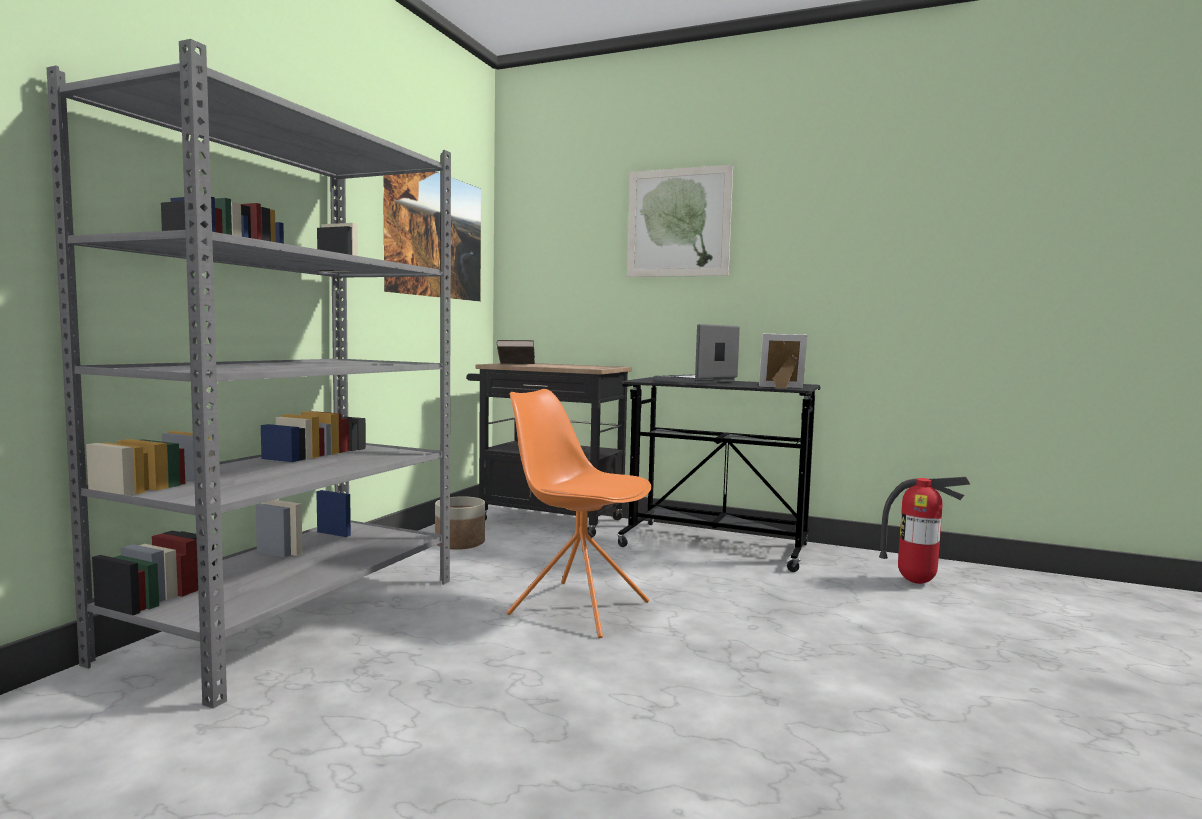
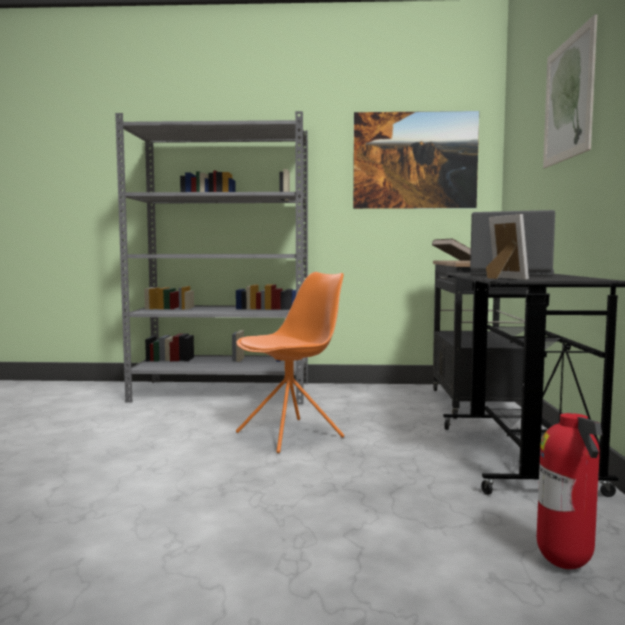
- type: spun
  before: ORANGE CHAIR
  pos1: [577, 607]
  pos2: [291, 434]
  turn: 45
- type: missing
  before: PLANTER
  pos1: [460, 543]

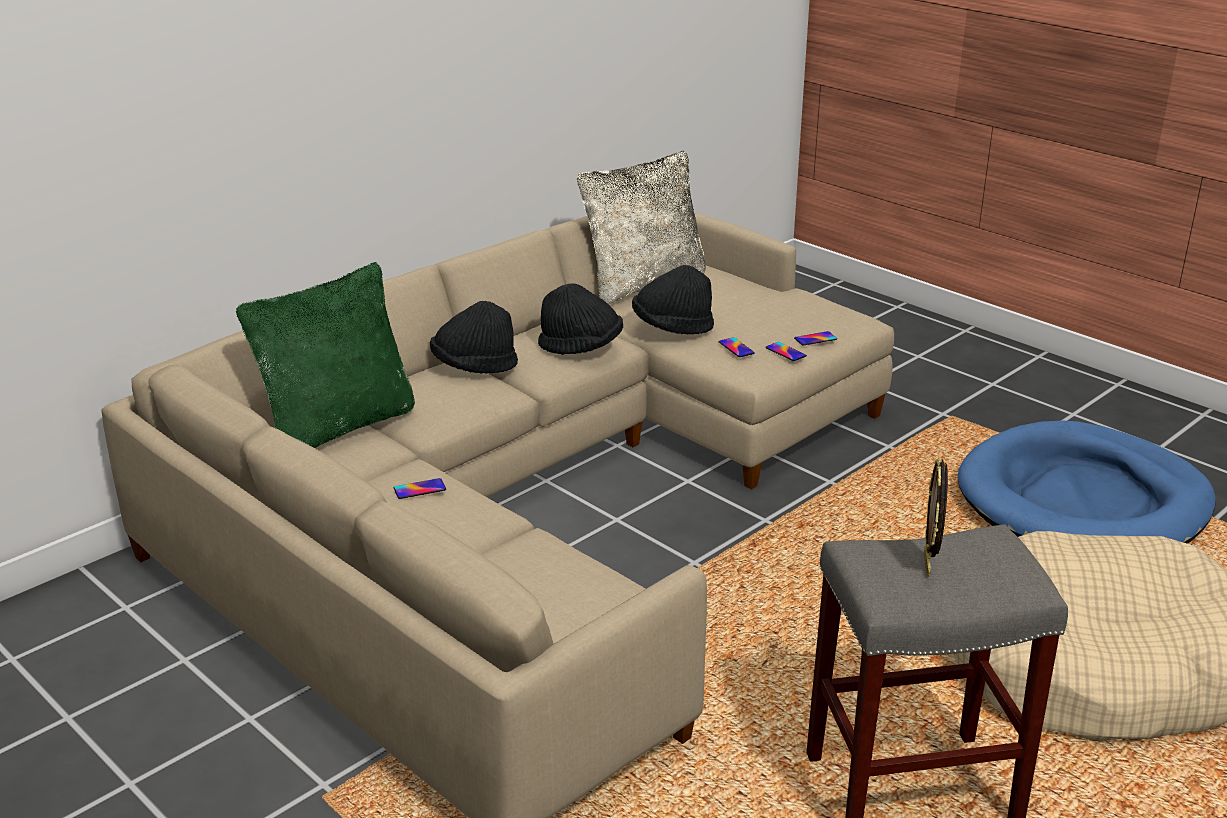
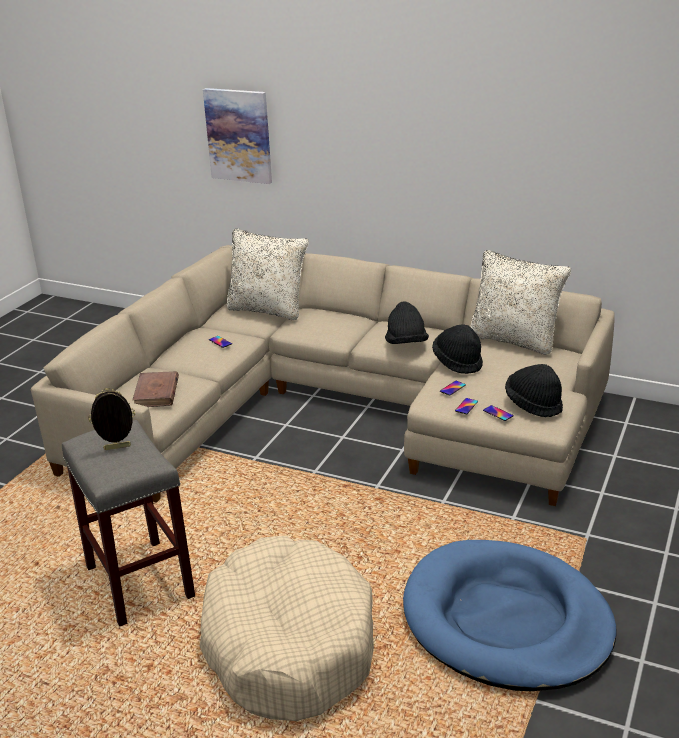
- type: appeared
  after: BROWN BOOK
  pos2: [156, 393]
- type: appeared
  after: PICTURE
  pos2: [239, 135]
- type: colour
  before: GREEN PILLOW
  after: BEIGE PILLOW
  pos1: [341, 429]
  pos2: [268, 312]
- type: relocated
  before: BLACK HAT
  pos1: [474, 367]
  pos2: [533, 404]

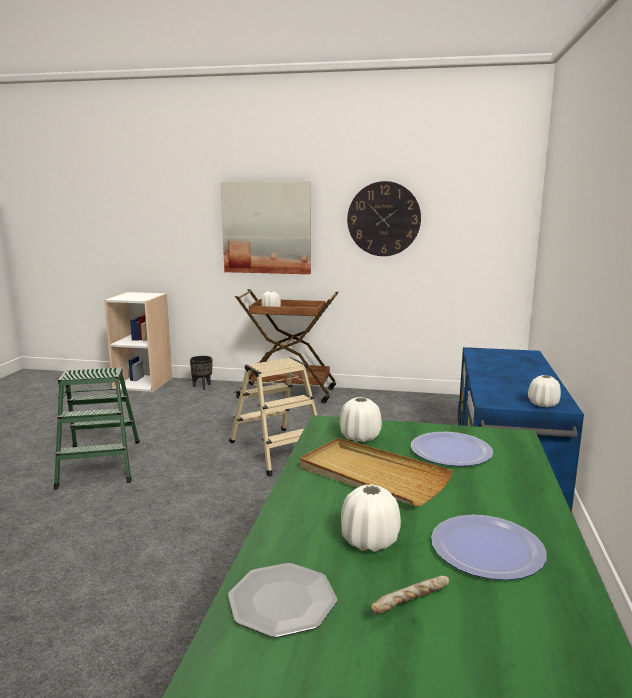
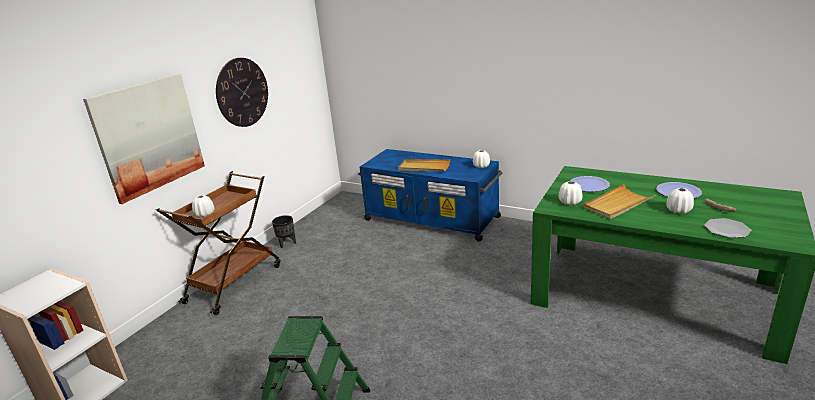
- type: relocated
  before: BLACK PLANTER
  pos1: [202, 386]
  pos2: [287, 243]
- type: appeared
  after: BEIGE TRAY
  pos2: [424, 167]
- type: missing
  before: BEIGE STEP LADDER
  pos1: [277, 450]

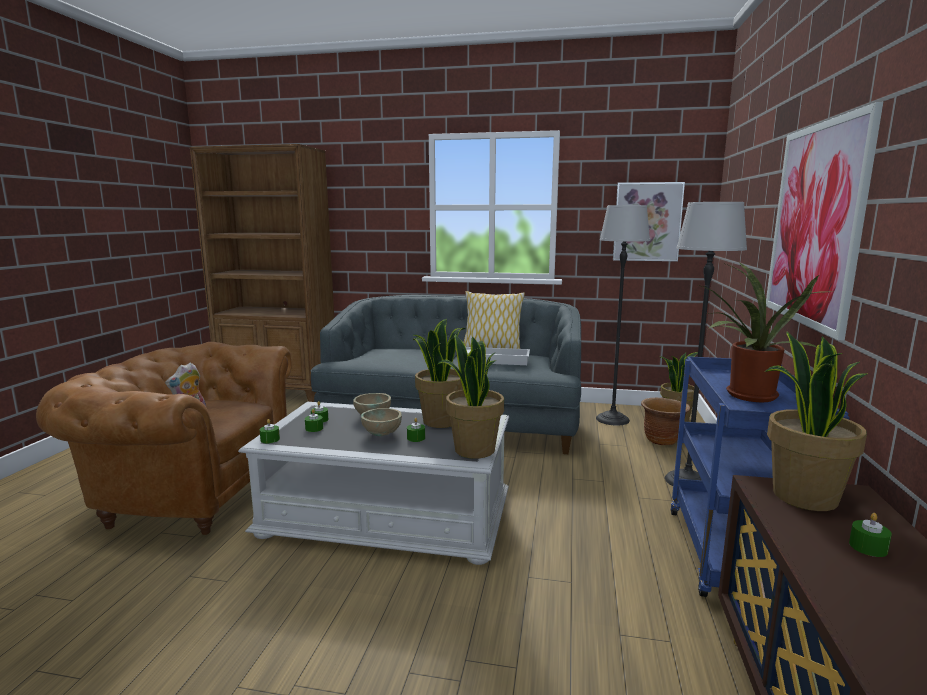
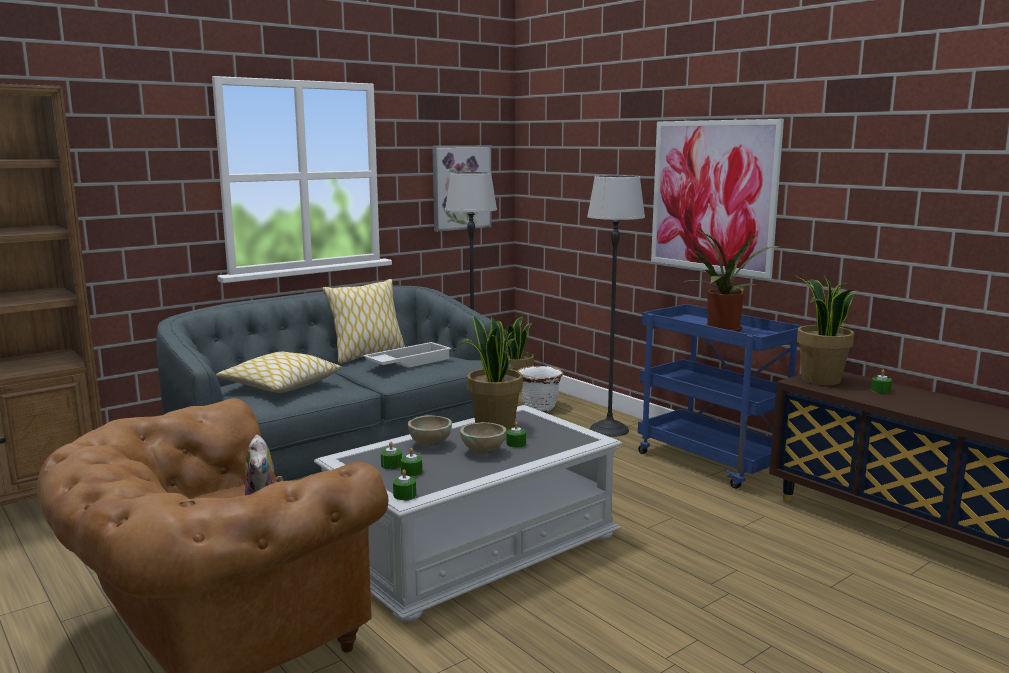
- type: appeared
  after: PILLOW
  pos2: [280, 385]
- type: colour
  before: BROWN PLANTER
  after: WHITE PLANTER
  pos1: [661, 440]
  pos2: [539, 408]
- type: missing
  before: POTTED PLANT
  pos1: [473, 450]

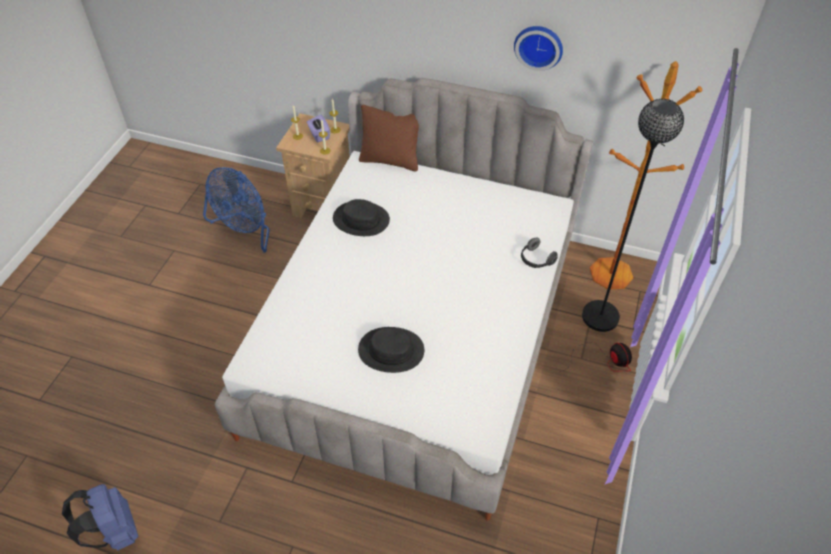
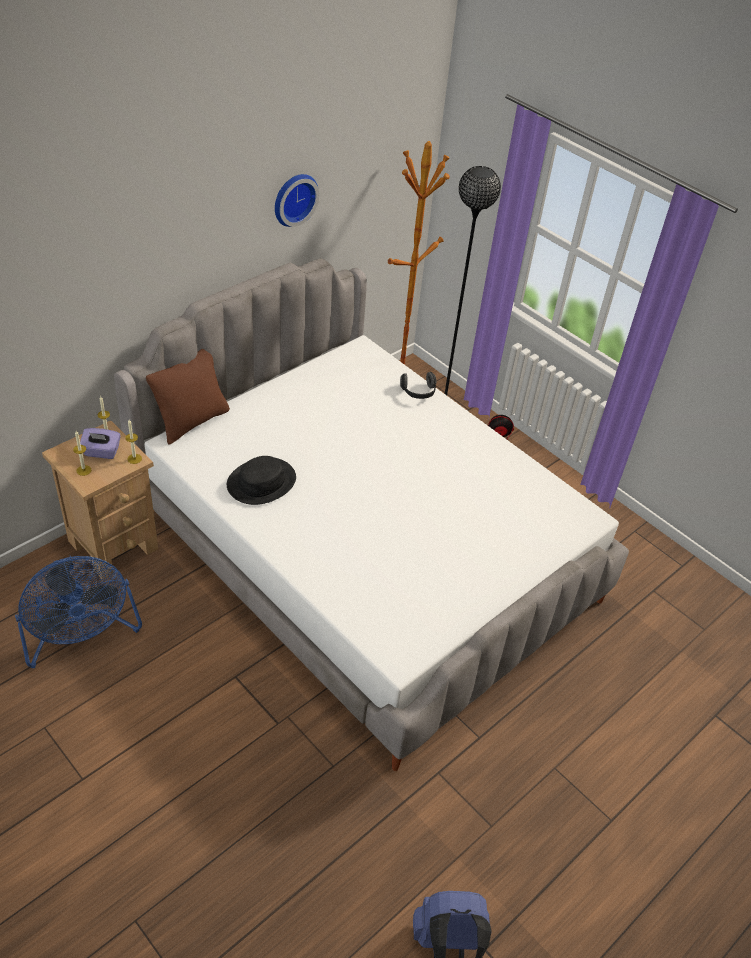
- type: missing
  before: BLACK HAT
  pos1: [391, 351]

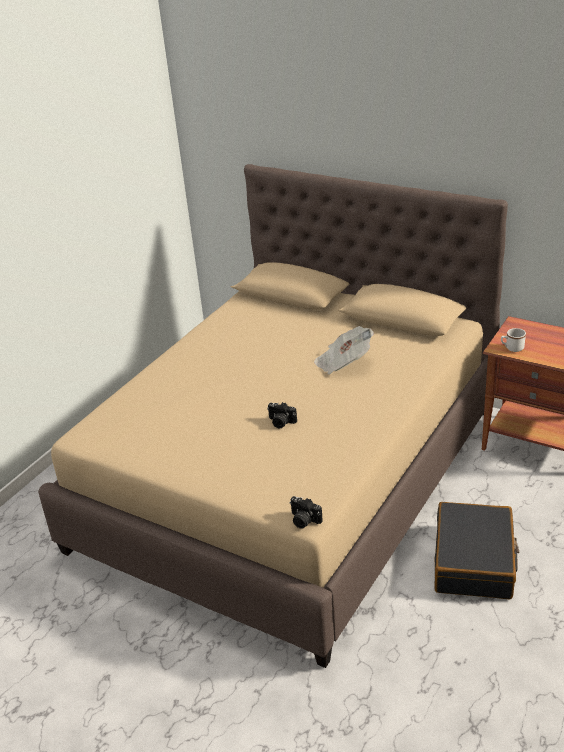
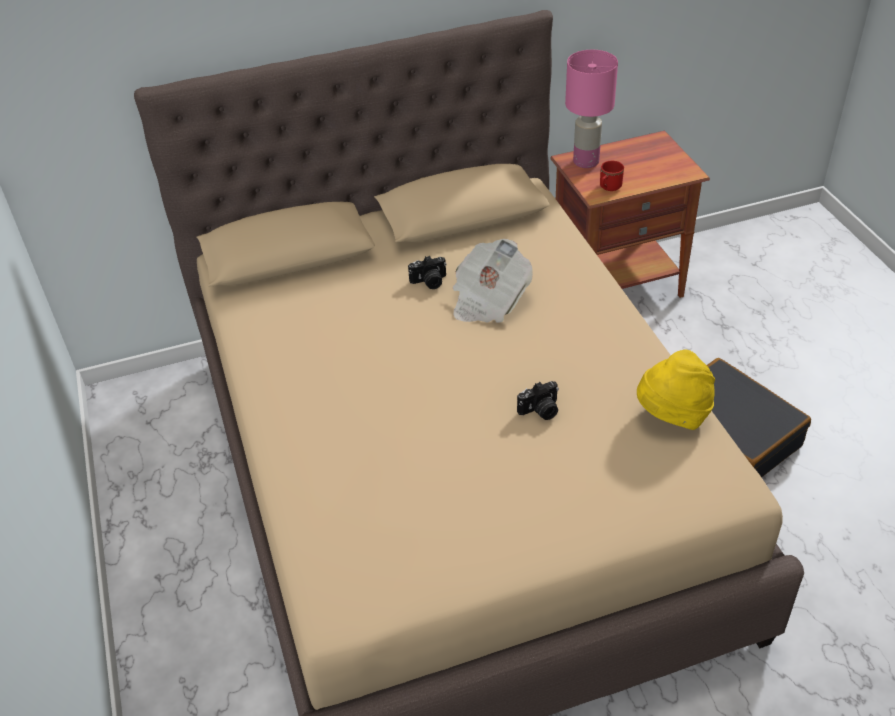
- type: relocated
  before: PHOTO CAMERA
  pos1: [303, 520]
  pos2: [429, 282]
- type: appeared
  after: PINK TABLE LAMP
  pos2: [586, 161]
- type: colour
  before: WHITE MUG
  after: RED MUG
  pos1: [512, 348]
  pos2: [608, 187]
- type: appeared
  after: YELLOW HAT
  pos2: [672, 415]

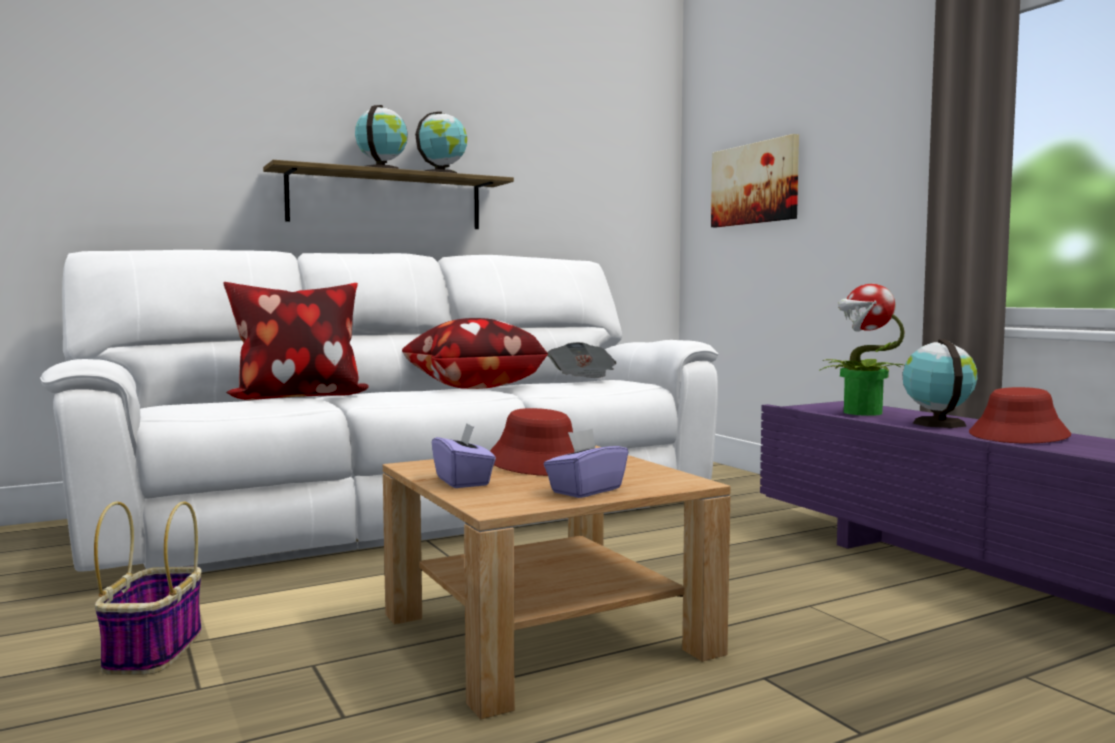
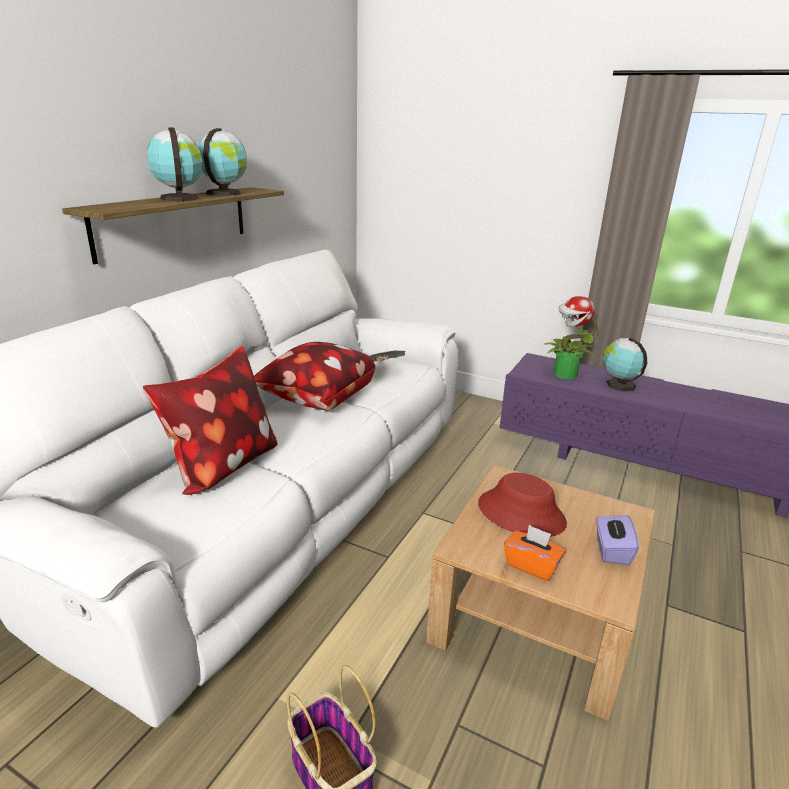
- type: colour
  before: PURPLE TISSUE BOX
  after: ORANGE TISSUE BOX
  pos1: [463, 481]
  pos2: [531, 565]
- type: missing
  before: PICTURE
  pos1: [755, 184]
- type: missing
  before: RED HAT
  pos1: [1019, 435]

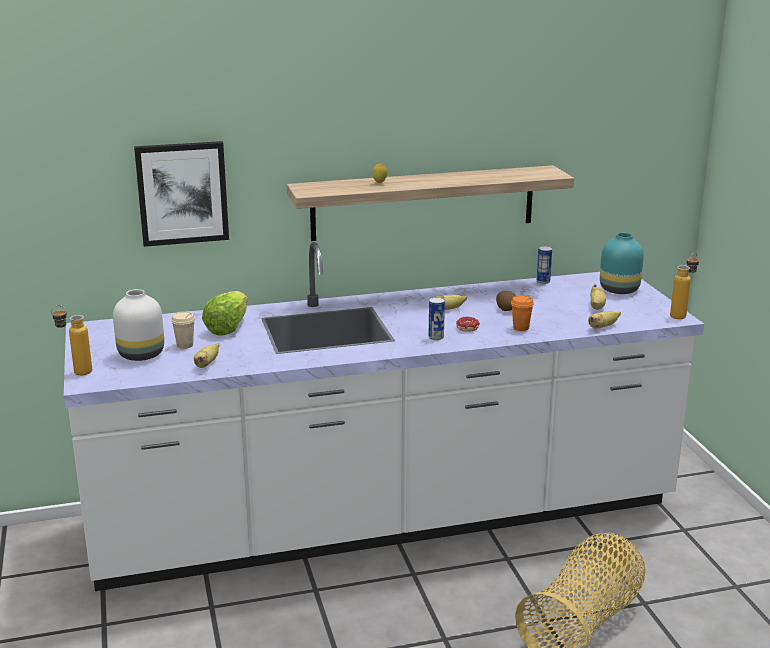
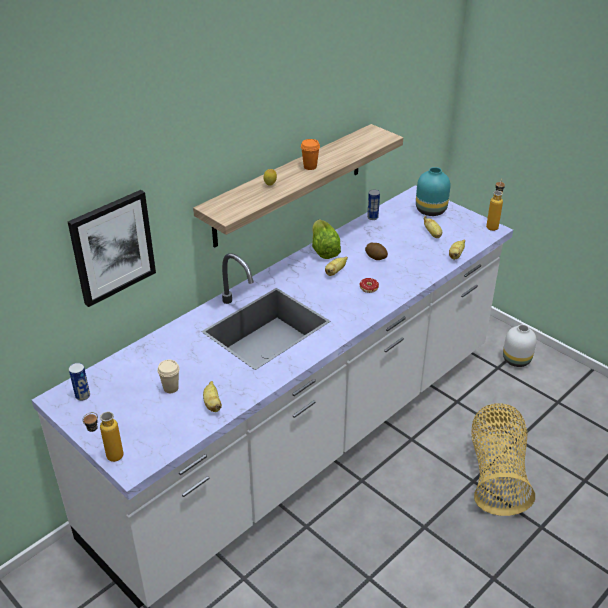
- type: relocated
  before: CAN
  pos1: [436, 337]
  pos2: [82, 396]
- type: relocated
  before: ORANGE CUP
  pos1: [521, 328]
  pos2: [310, 167]
- type: relocated
  before: LETTUCE
  pos1: [227, 327]
  pos2: [324, 249]
- type: relocated
  before: WHITE VASE
  pos1: [142, 354]
  pos2: [516, 359]

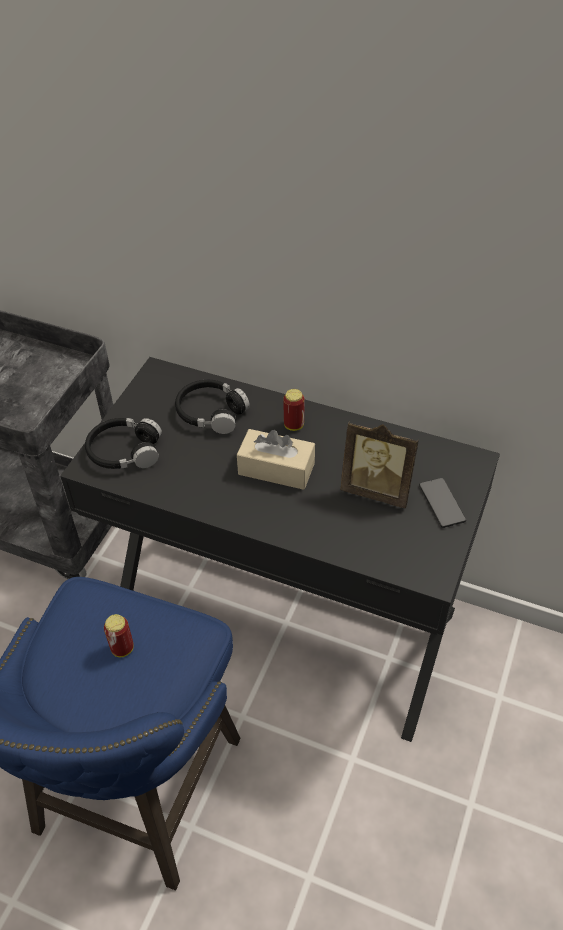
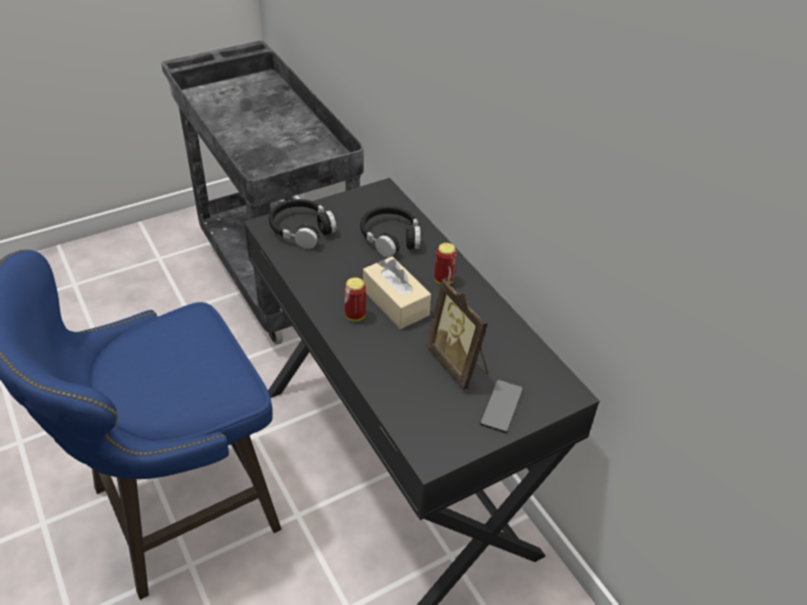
- type: relocated
  before: CAN
  pos1: [122, 648]
  pos2: [355, 316]

